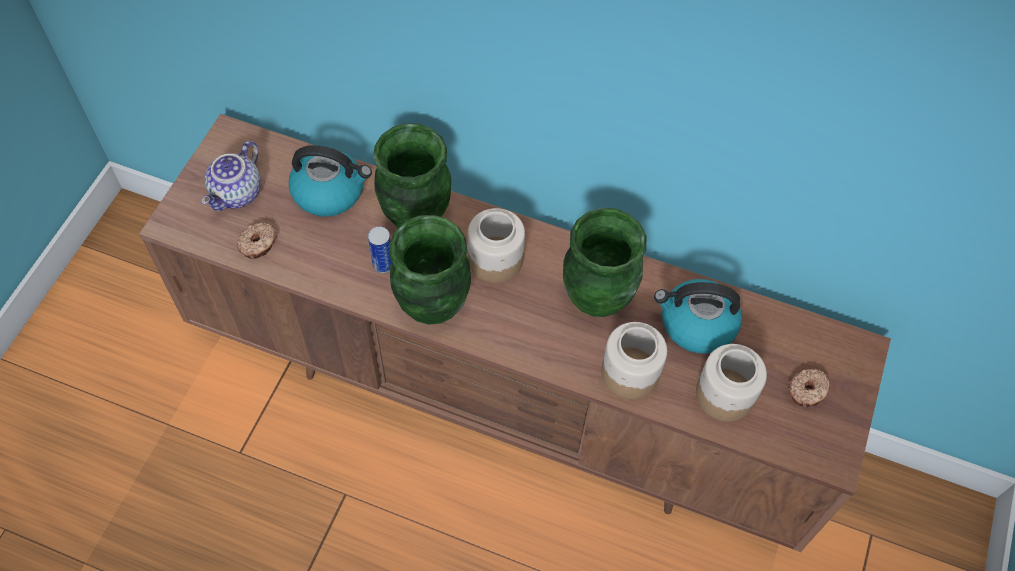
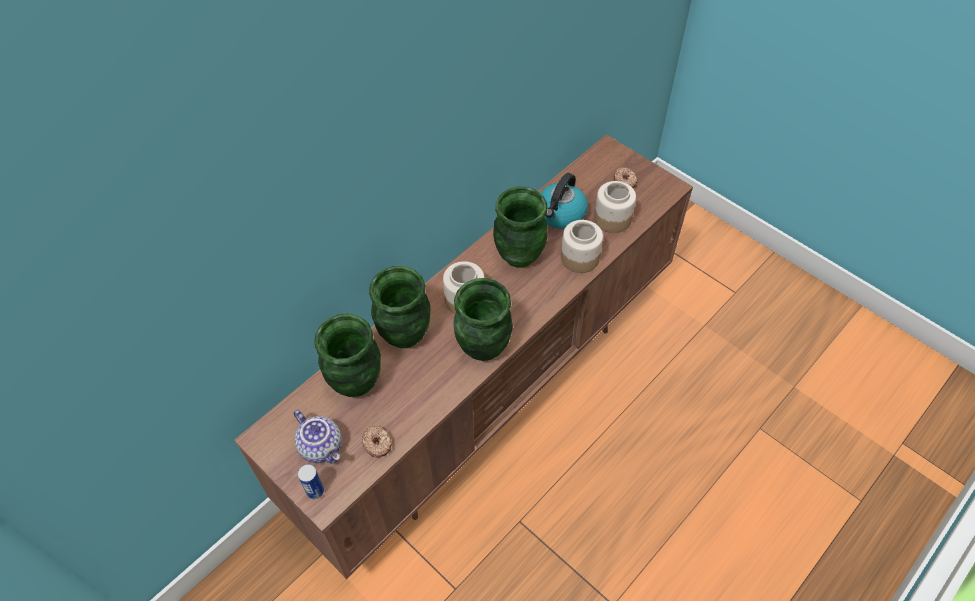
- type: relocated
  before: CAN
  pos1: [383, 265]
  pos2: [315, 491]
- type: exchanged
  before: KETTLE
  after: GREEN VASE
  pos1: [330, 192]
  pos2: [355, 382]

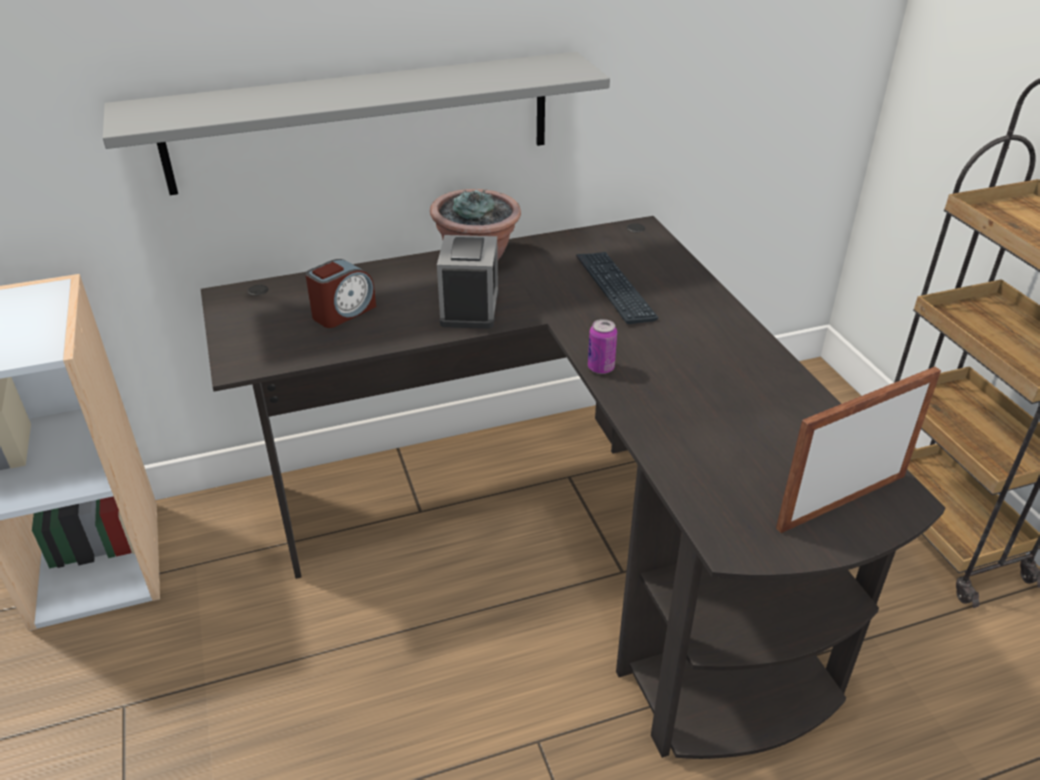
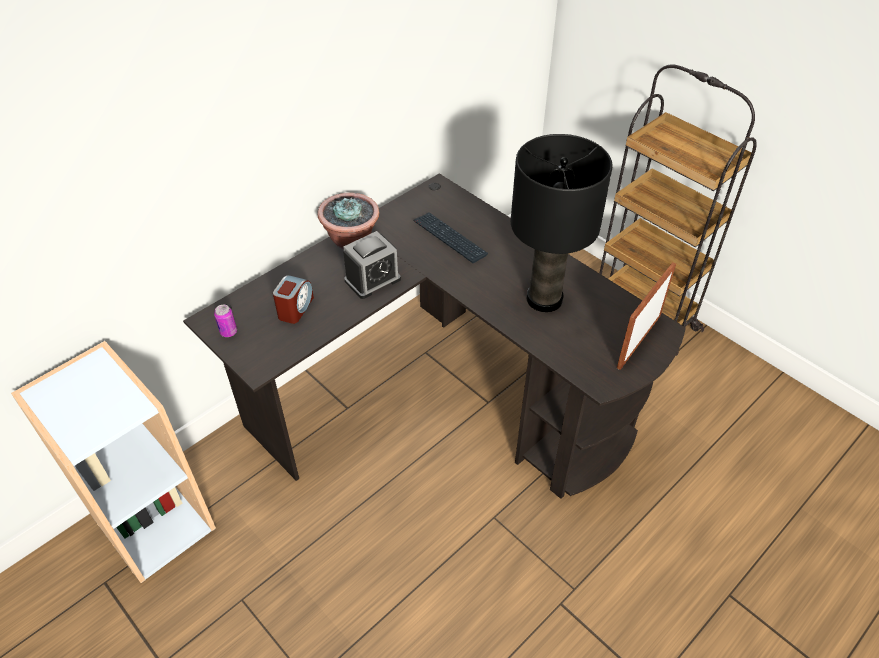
- type: relocated
  before: CAN
  pos1: [601, 368]
  pos2: [228, 332]
- type: spun
  before: ALARM CLOCK
  pos1: [470, 307]
  pos2: [372, 280]
  turn: 75
- type: appeared
  after: BLACK TABLE LAMP
  pos2: [544, 299]
- type: missing
  before: GREY SHELF
  pos1: [361, 122]

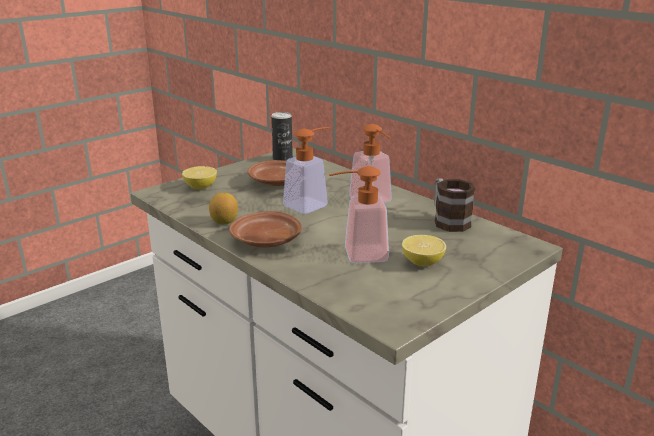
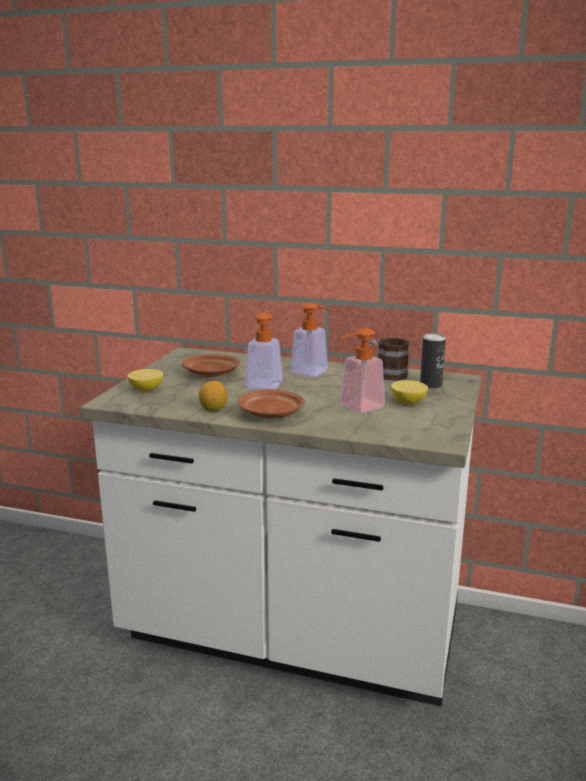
- type: relocated
  before: CAN
  pos1: [282, 158]
  pos2: [431, 385]

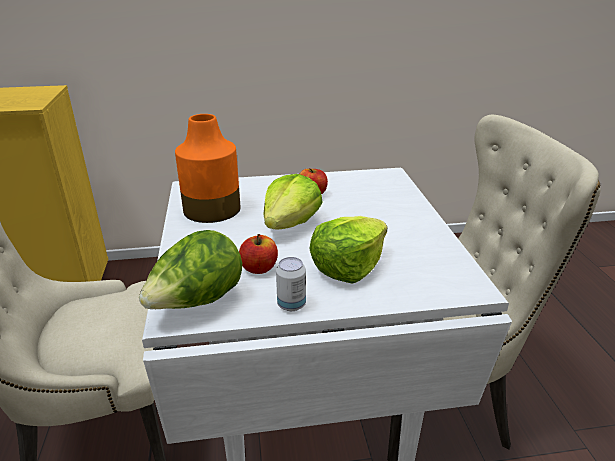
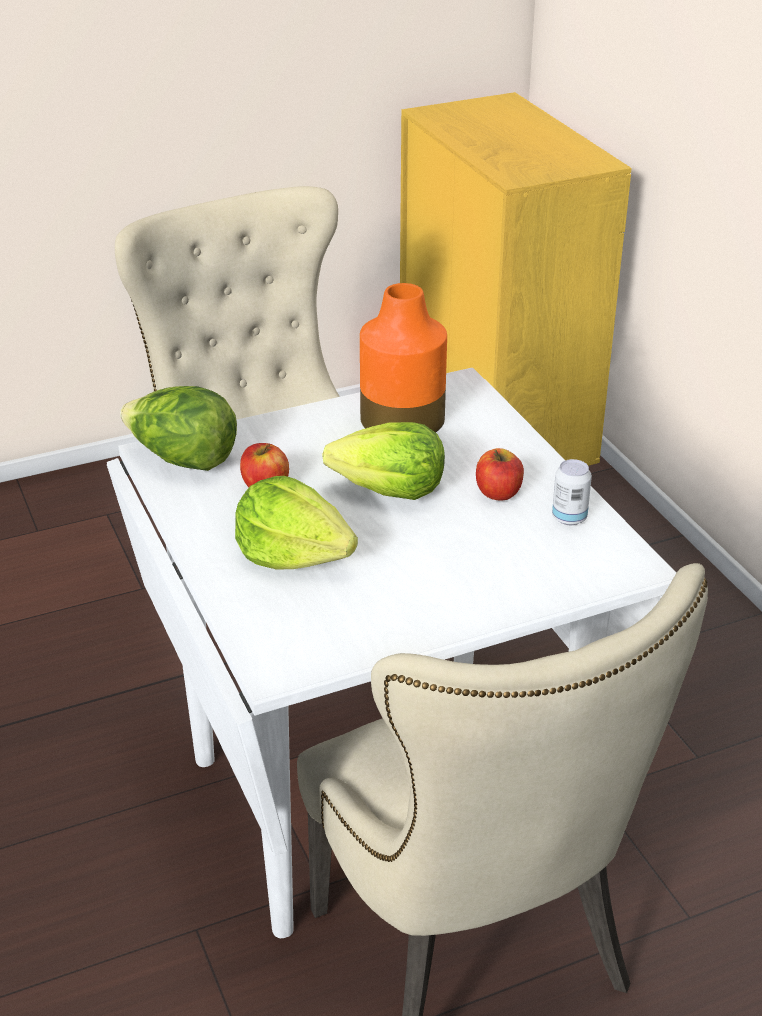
- type: relocated
  before: CAN
  pos1: [291, 305]
  pos2: [569, 518]

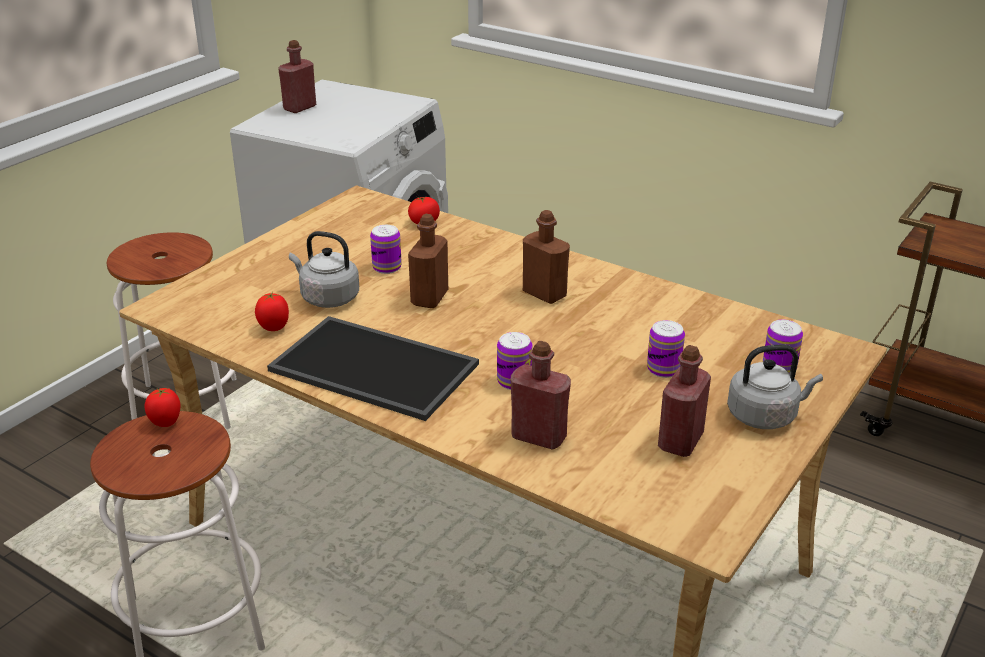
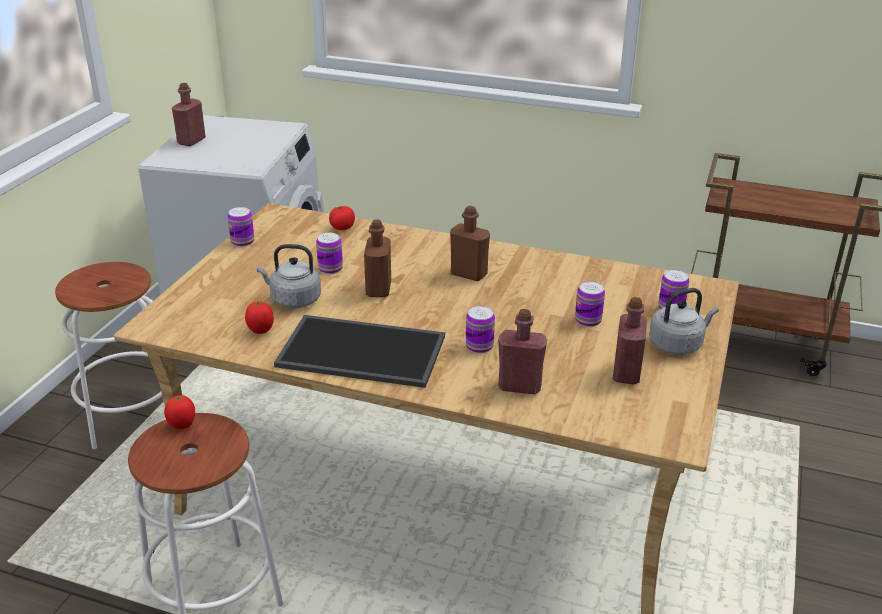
- type: appeared
  after: CAN
  pos2: [242, 241]

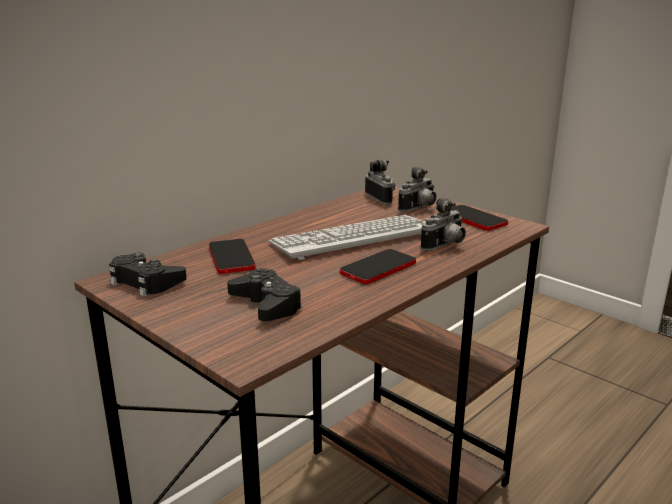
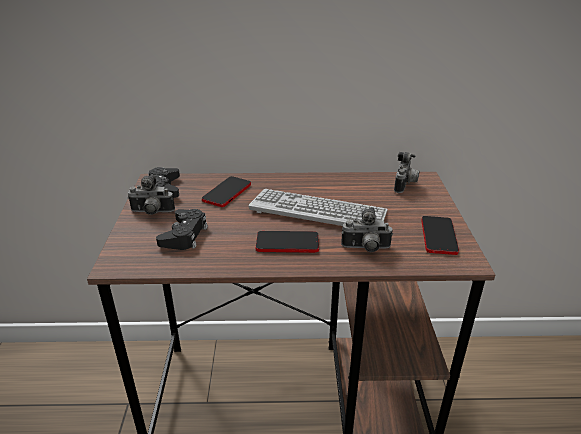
- type: relocated
  before: PHOTO CAMERA
  pos1: [419, 208]
  pos2: [152, 213]

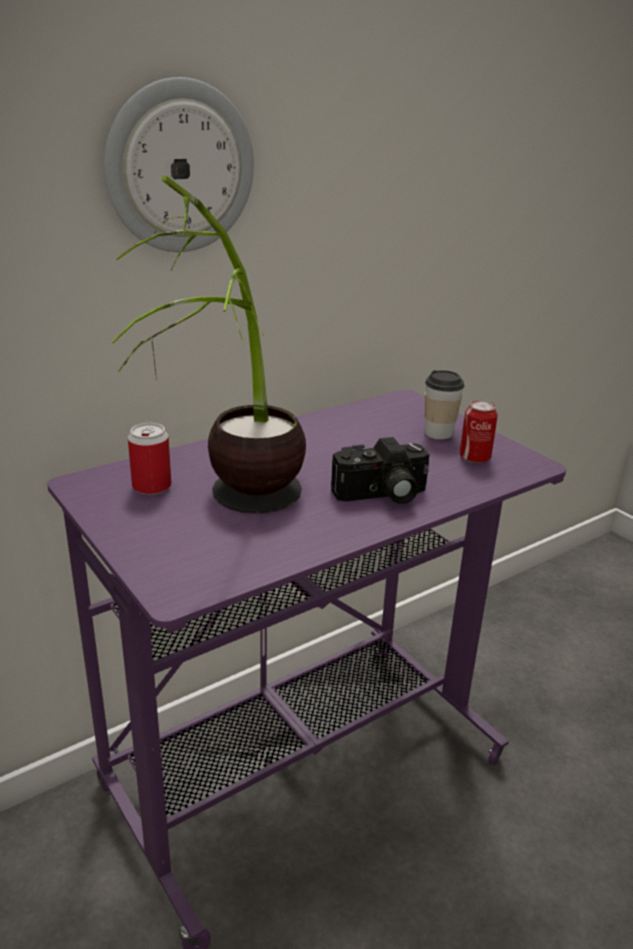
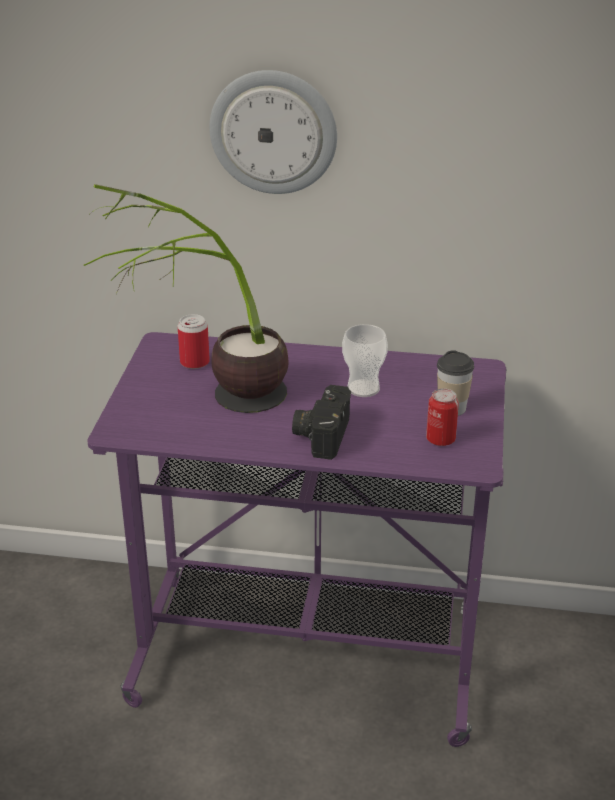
- type: spun
  before: PHOTO CAMERA
  pos1: [381, 495]
  pos2: [321, 434]
  turn: 75
- type: appeared
  after: CUP
  pos2: [363, 388]

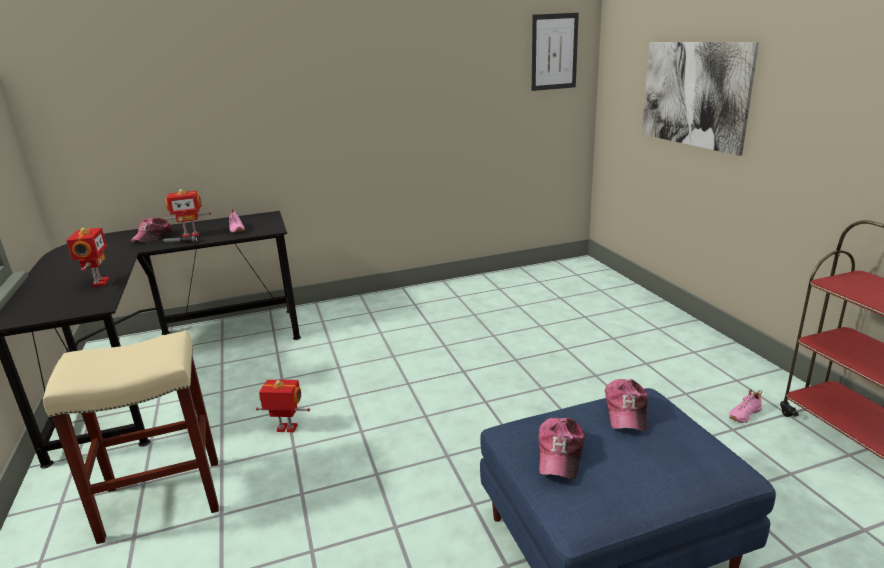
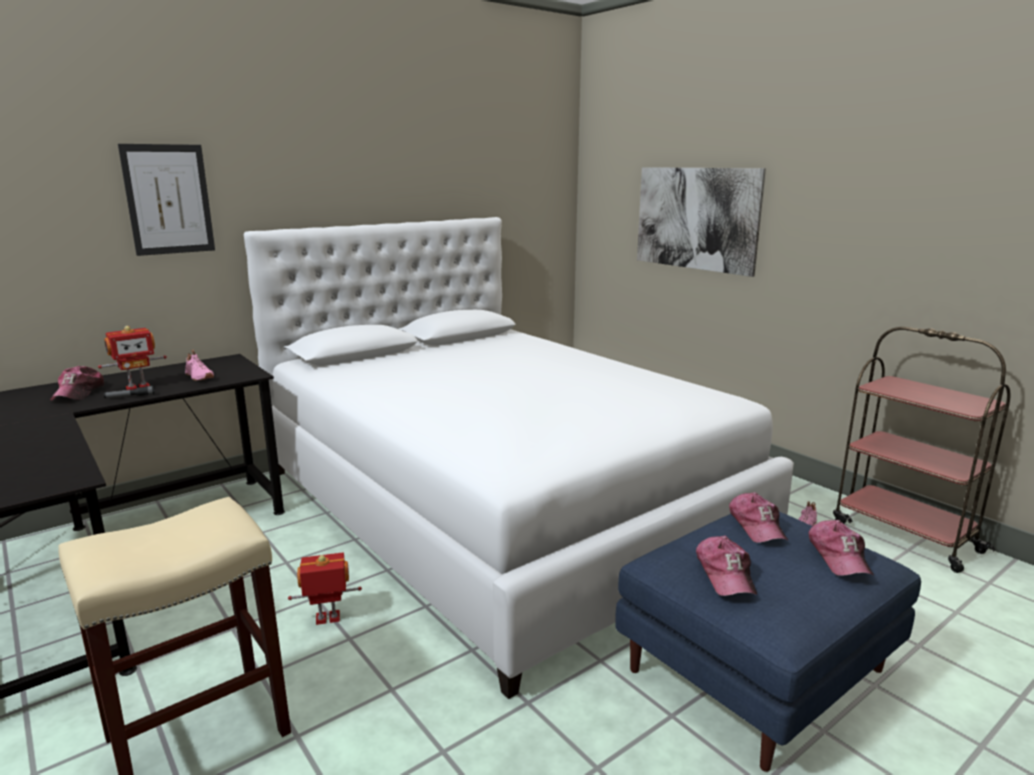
- type: relocated
  before: PICTURE
  pos1: [554, 52]
  pos2: [168, 199]
- type: appeared
  after: WHITE BED
  pos2: [498, 505]
- type: appeared
  after: CAP
  pos2: [839, 557]
- type: missing
  before: TOY ROBOT
  pos1: [99, 283]

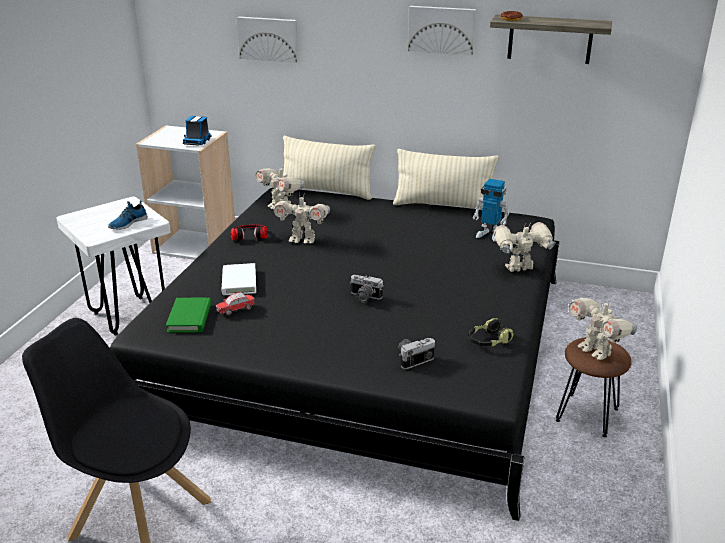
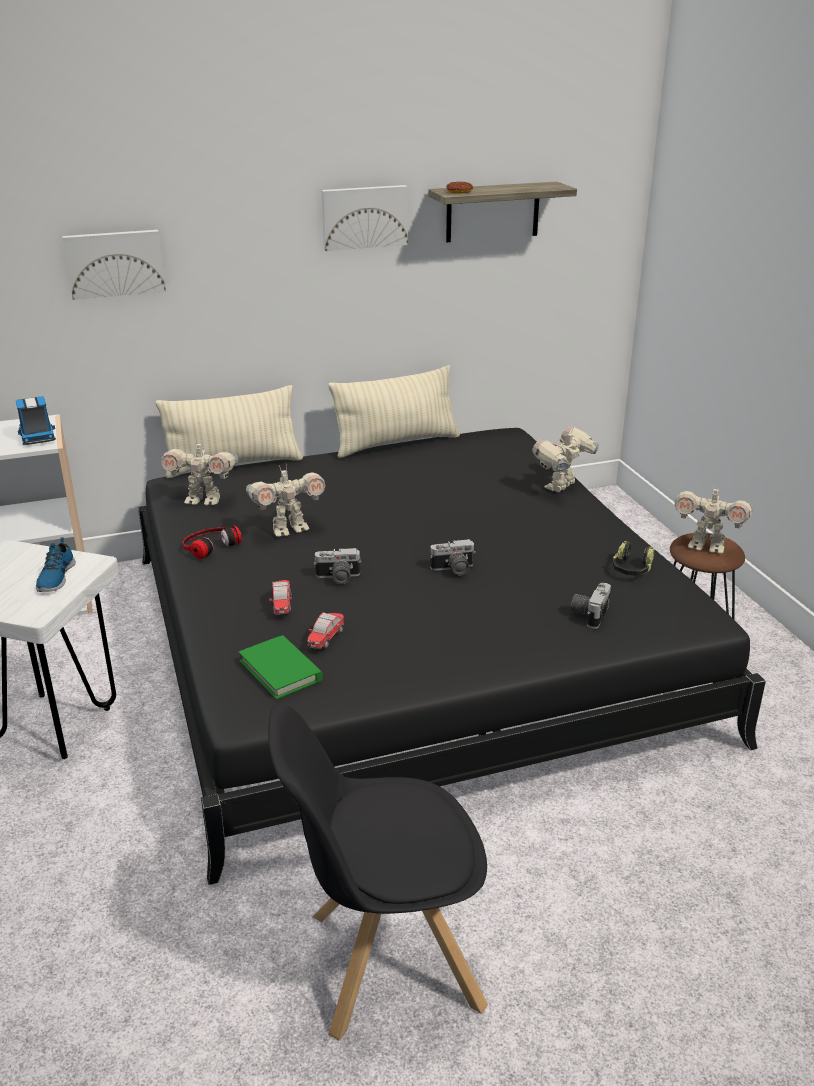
- type: exchanged
  before: WHITE BOOK
  after: TOY CAR
  pos1: [239, 282]
  pos2: [282, 605]
- type: appeared
  after: PHOTO CAMERA
  pos2: [338, 578]
- type: missing
  before: TOY ROBOT
  pos1: [489, 235]

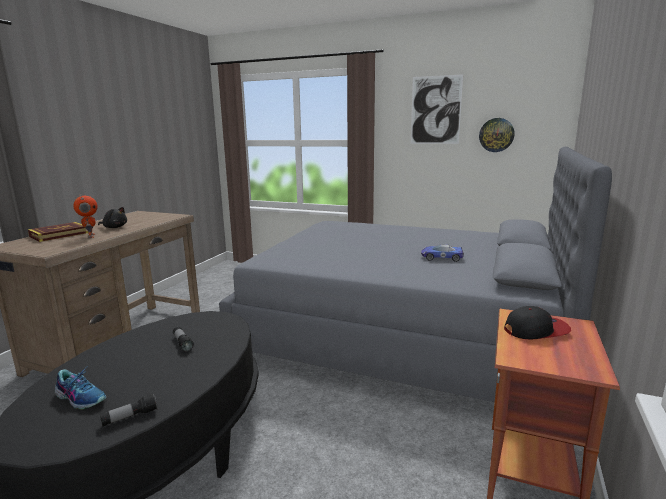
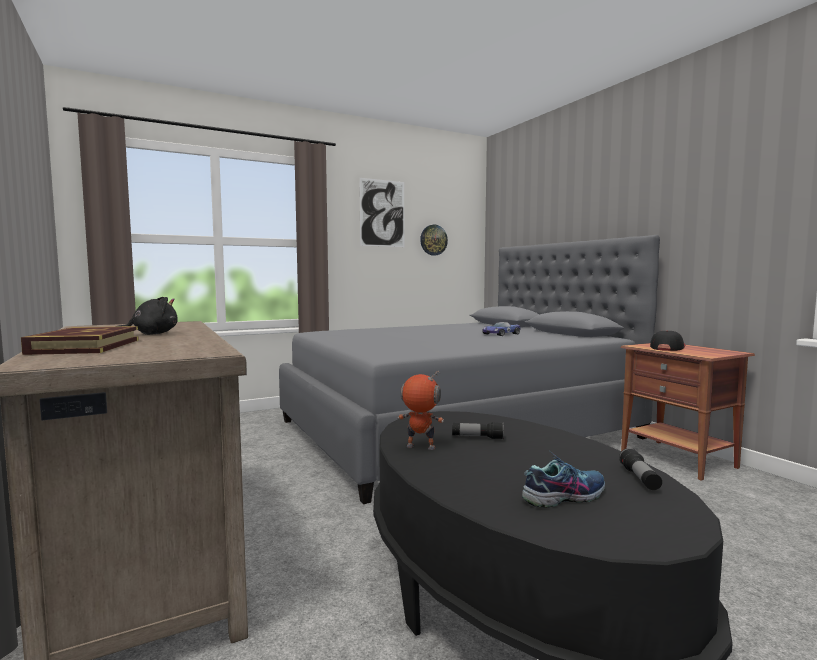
- type: relocated
  before: TOY ROBOT
  pos1: [90, 236]
  pos2: [420, 447]

